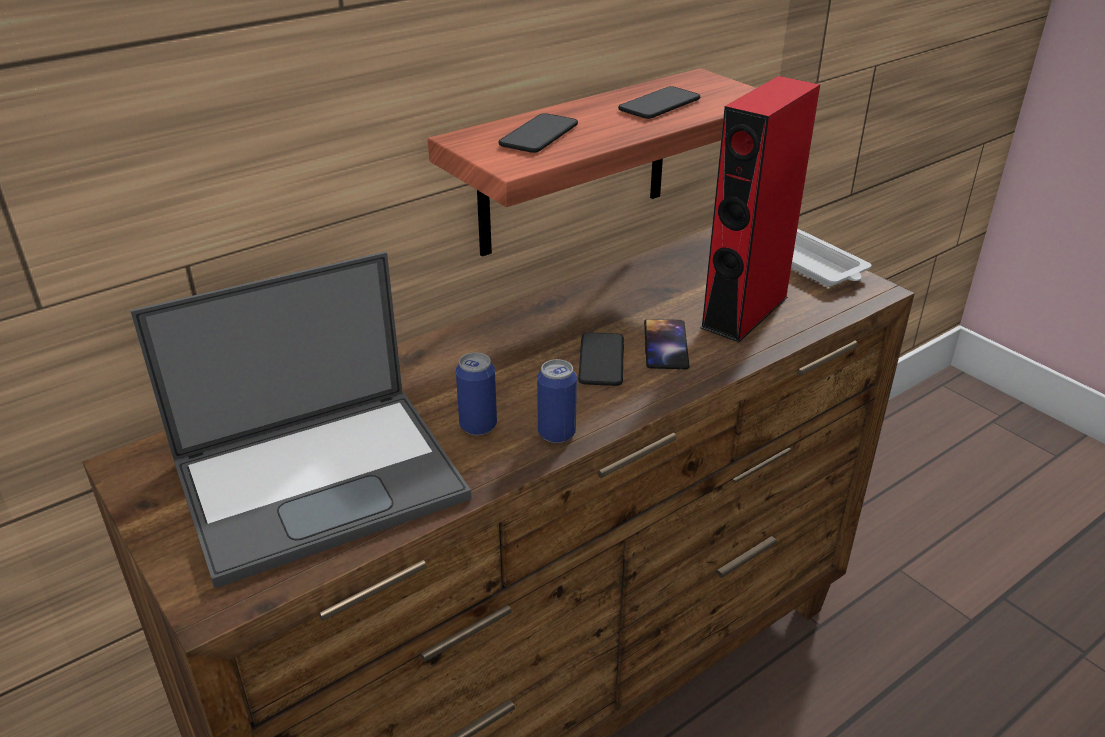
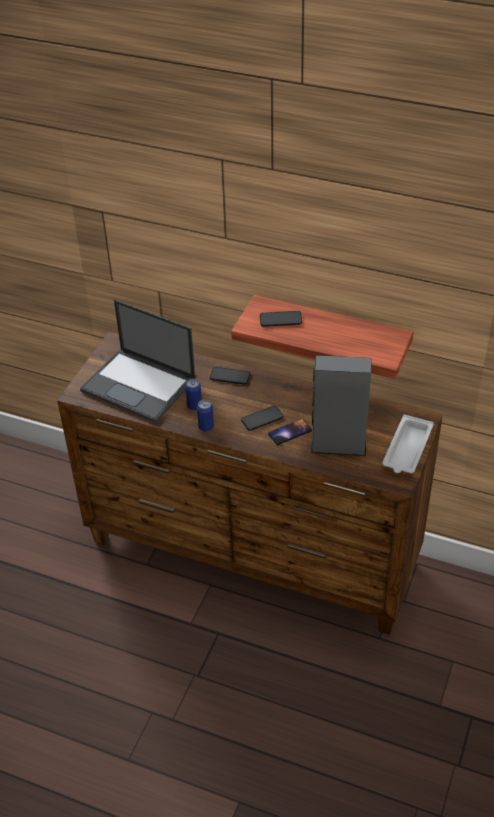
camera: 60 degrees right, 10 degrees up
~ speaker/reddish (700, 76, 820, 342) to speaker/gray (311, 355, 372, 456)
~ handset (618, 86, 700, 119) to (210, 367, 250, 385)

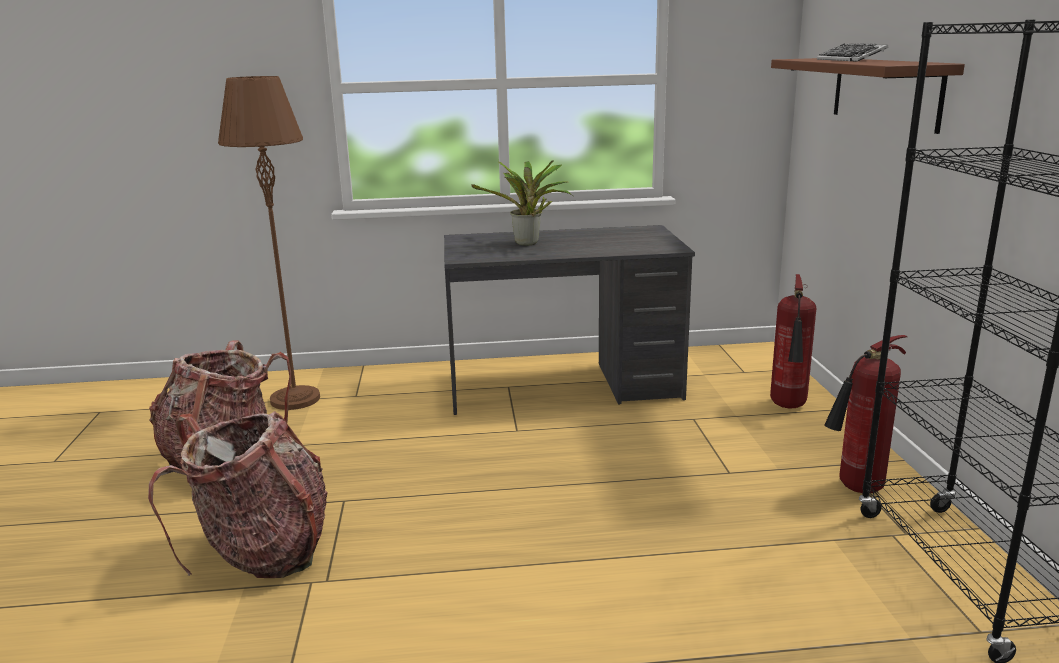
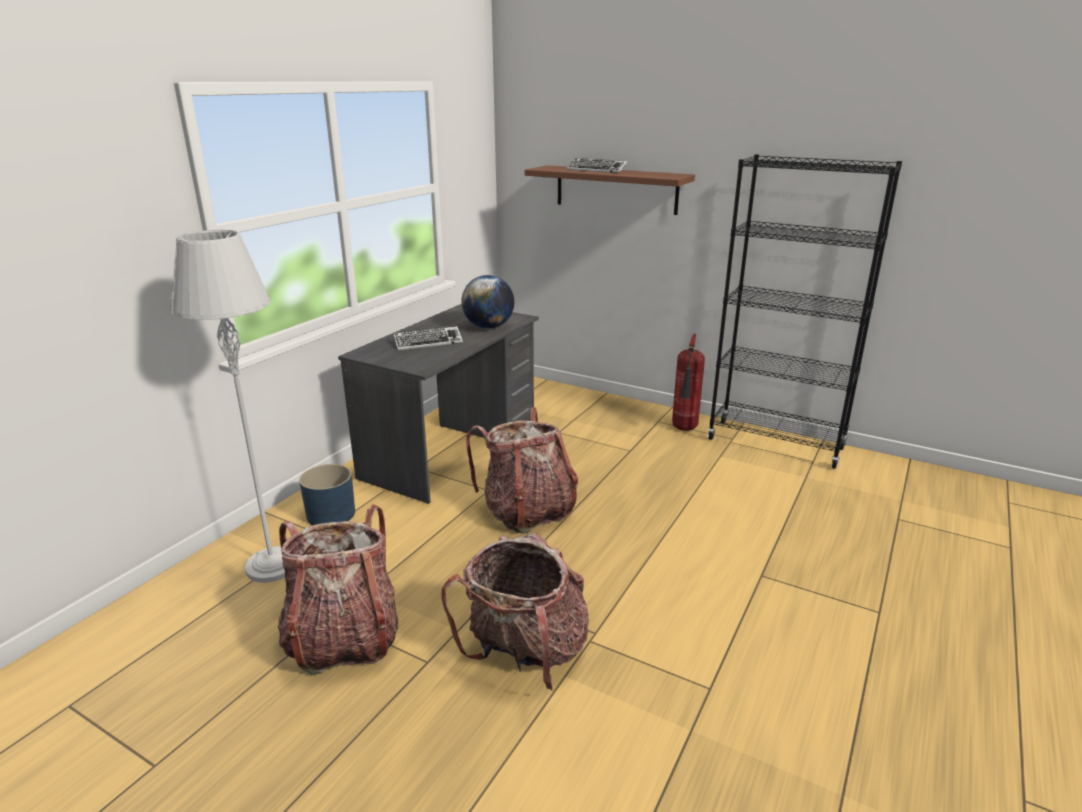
camera: 55 degrees left, 5 degrees up
~ standing lamp/brownish (218, 76, 320, 410) to standing lamp/gray (170, 230, 285, 583)
~ houseplant (471, 160, 573, 246) to PC keyboard (393, 326, 463, 350)
- extinguisher (770, 274, 816, 408)
+ globe (461, 275, 514, 329)
+ rucksack (466, 407, 578, 534)
+ plant pot/blue-coloured (299, 464, 355, 525)

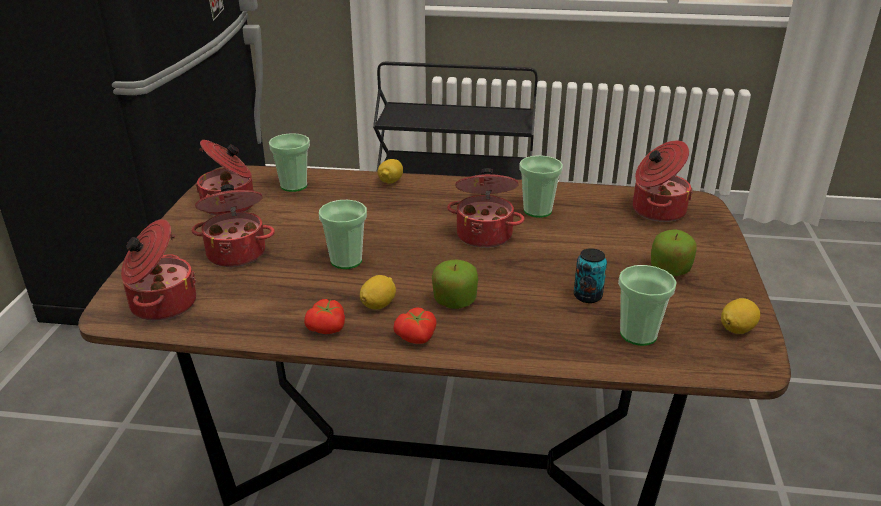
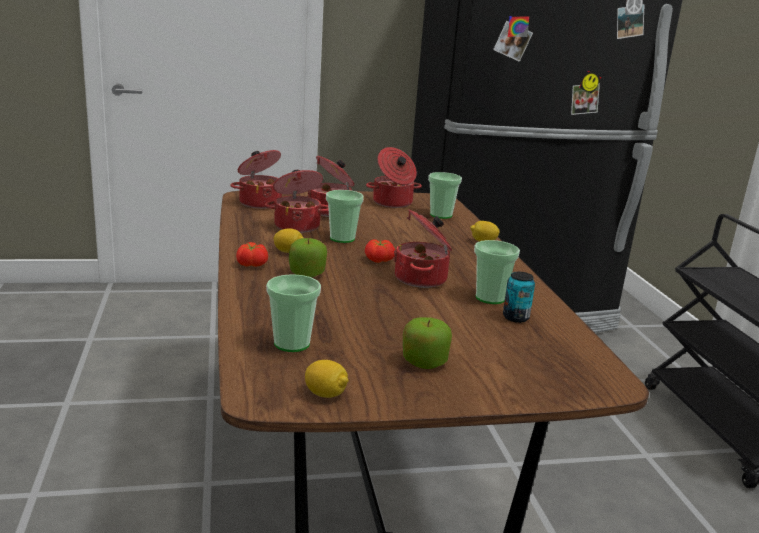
camera: 70 degrees right, 10 degrees down
~ cooking pot (633, 140, 693, 222) to (265, 170, 329, 233)
~ metal can (574, 248, 607, 303) to (503, 272, 535, 323)
~ tomato (304, 299, 345, 334) to (365, 239, 395, 263)

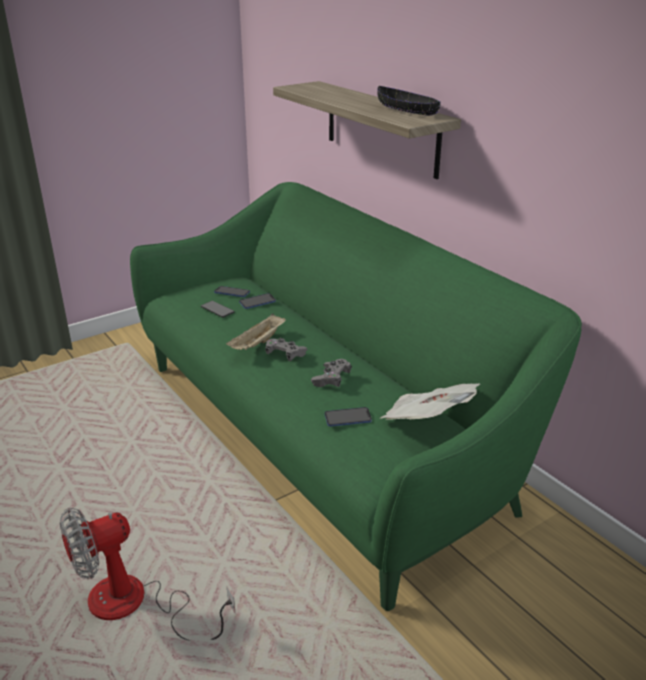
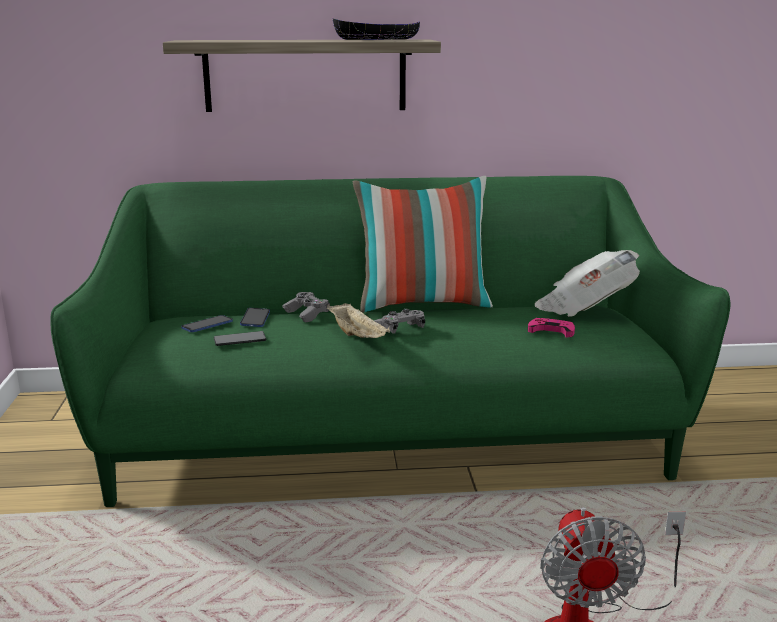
camera: 60 degrees left, 10 degrees down
~ gamepad/gray (311, 359, 352, 387) to (283, 292, 330, 323)
~ handset (325, 407, 372, 427) to gamepad/pink-coloured (528, 318, 575, 338)
+ cushion (353, 176, 493, 313)

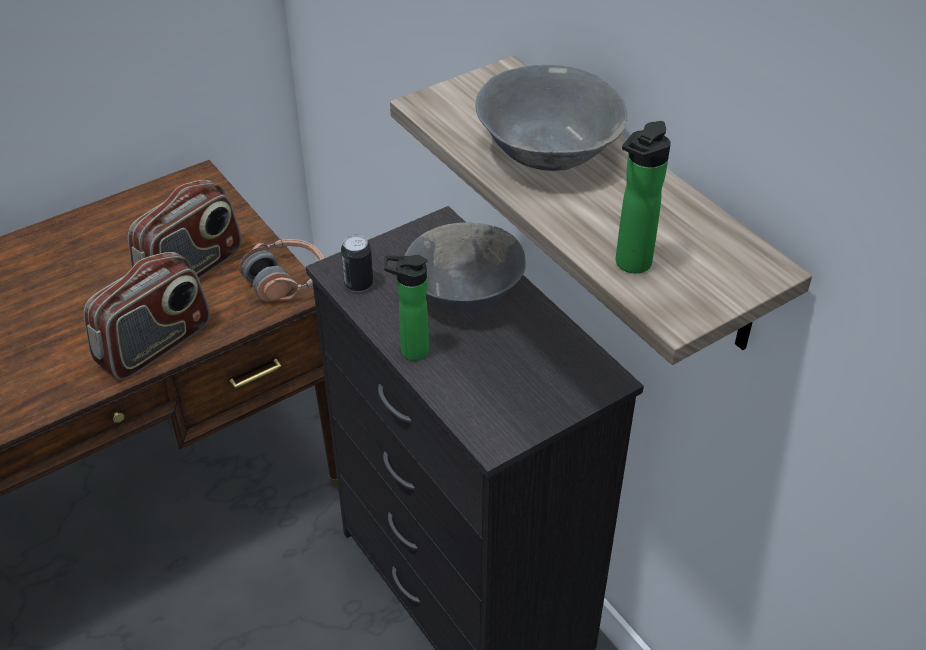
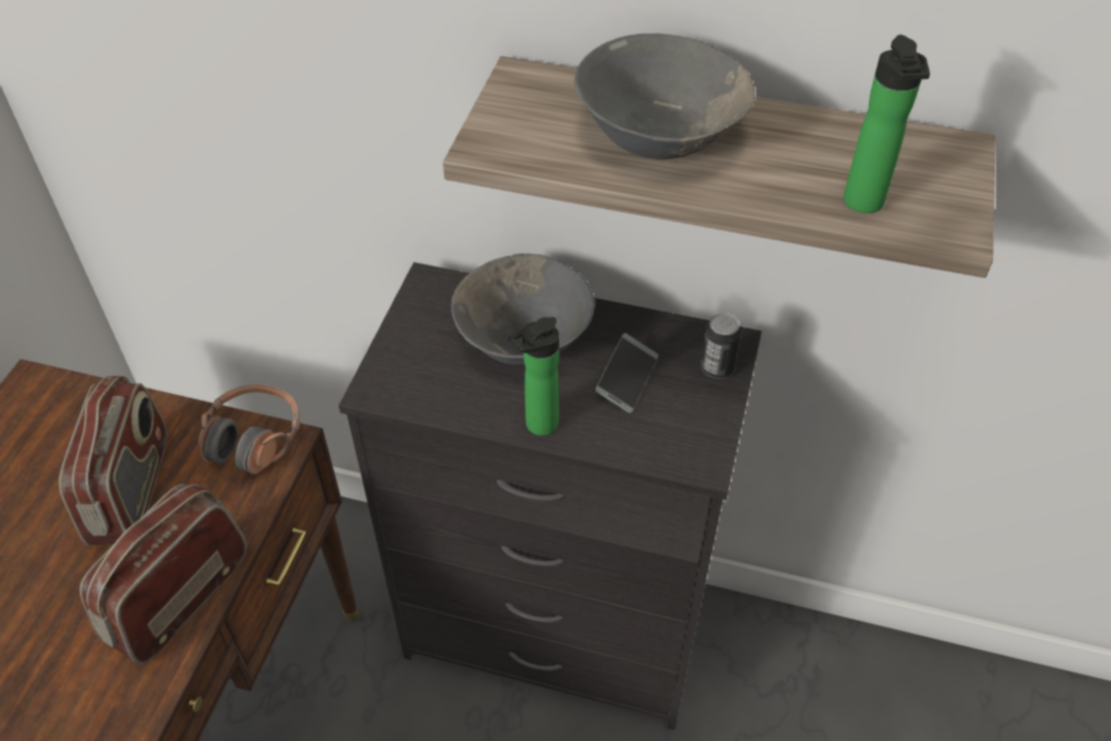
camera: 40 degrees left, 5 degrees up
~ metal can (341, 235, 373, 292) to (700, 313, 742, 379)
~ radio receiver (84, 252, 210, 380) = (80, 484, 247, 665) 150 degrees counterclockwise
+ handset (595, 333, 658, 413)

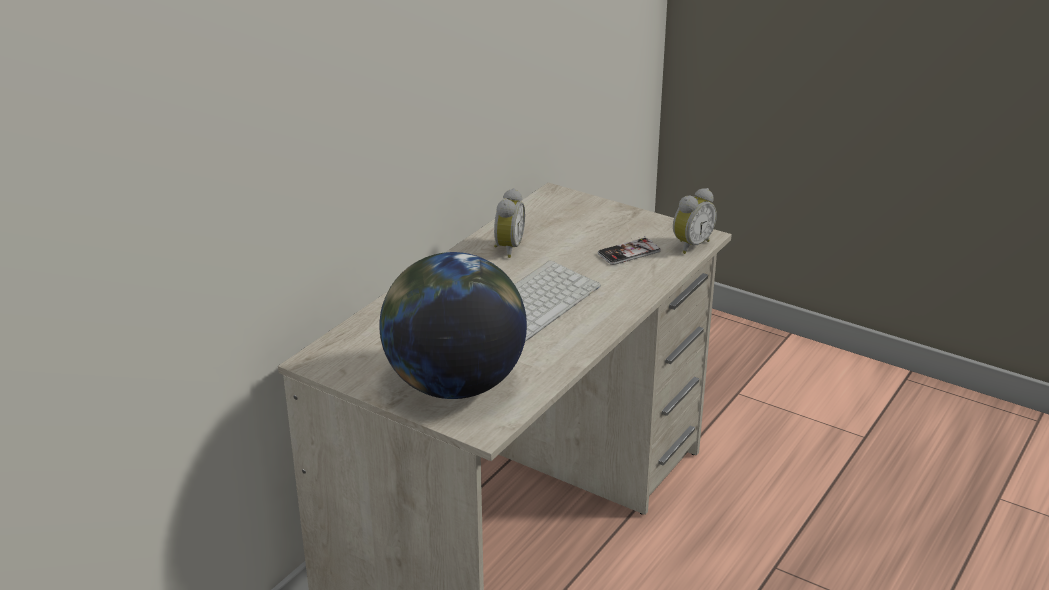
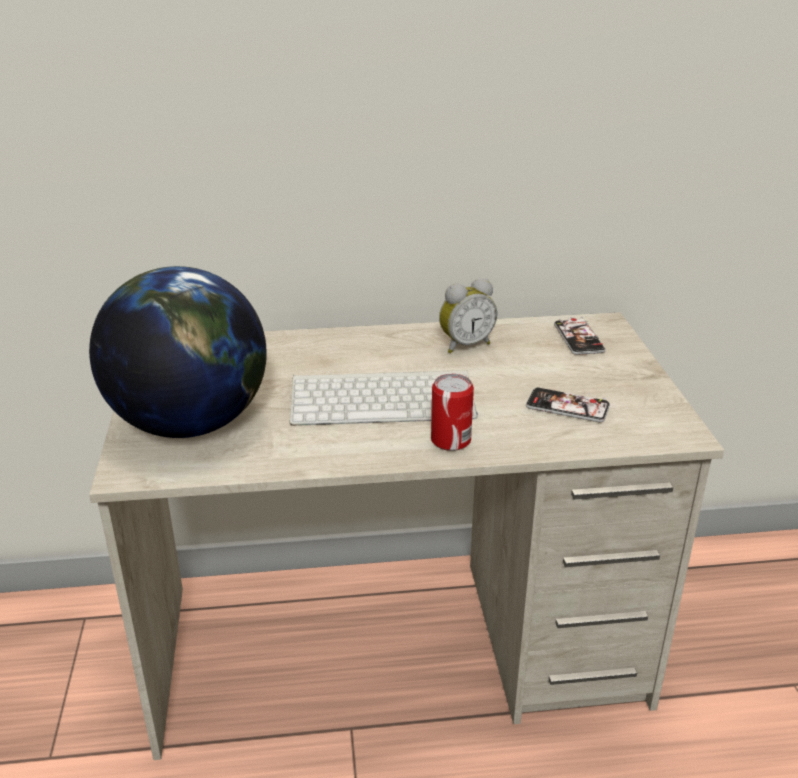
camera: 50 degrees right, 0 degrees up
- bedside clock (673, 188, 717, 254)
+ handset (554, 317, 606, 355)
+ metal can (431, 374, 474, 451)

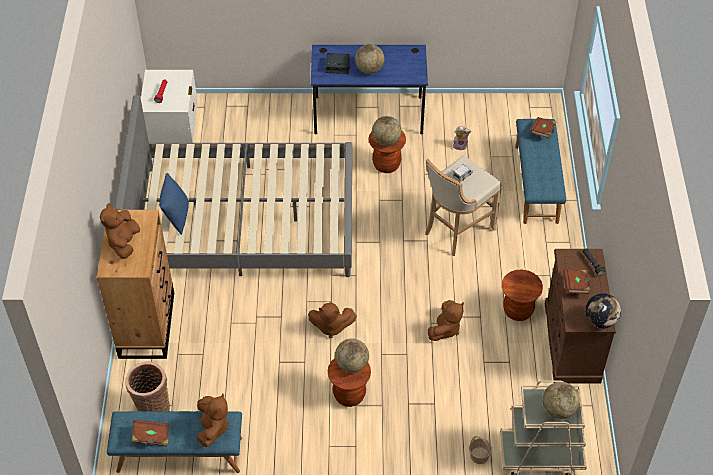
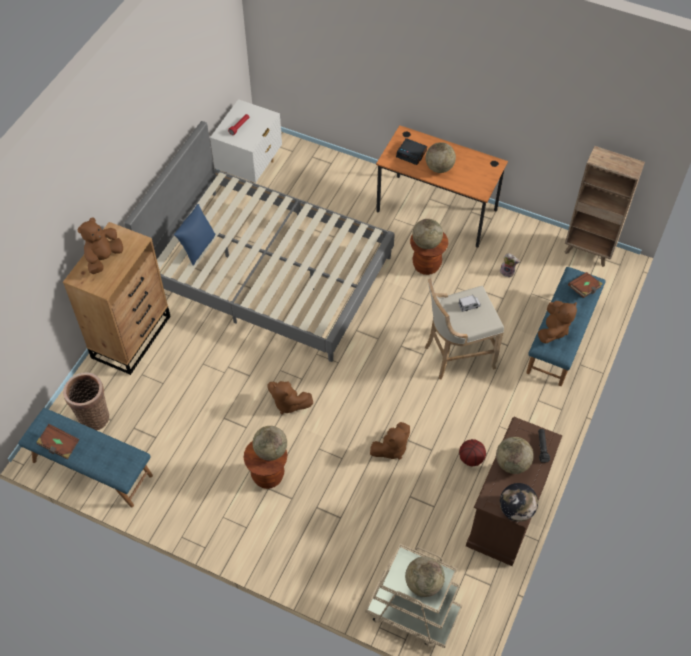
camera: 25 degrees right, 5 degrees up
~ desk unit/blue-coloured (311, 45, 428, 135) to desk unit/orangey (376, 125, 508, 248)
~ bound book/brownish (563, 269, 590, 294) to globe (496, 437, 534, 474)
~ stool/brownish (502, 270, 543, 321) to basketball ball (459, 439, 486, 466)
~ cuddly toy/brownish (197, 393, 229, 447) to (538, 301, 577, 343)
- storage basket (469, 436, 492, 464)
+ shelving unit/brownish (565, 146, 645, 267)

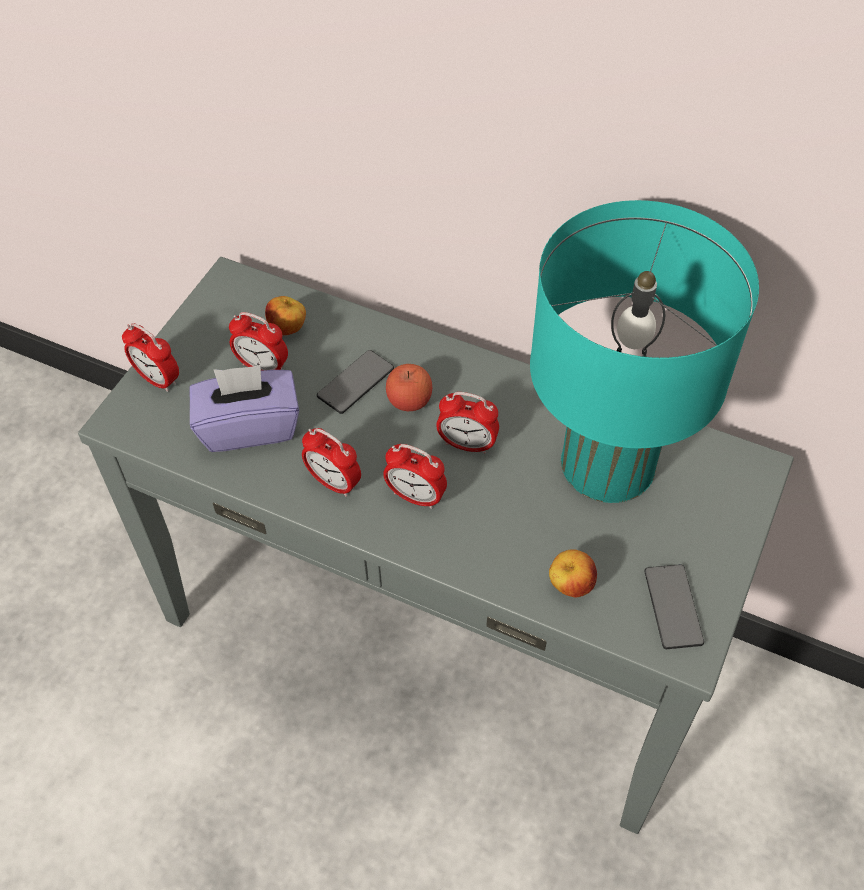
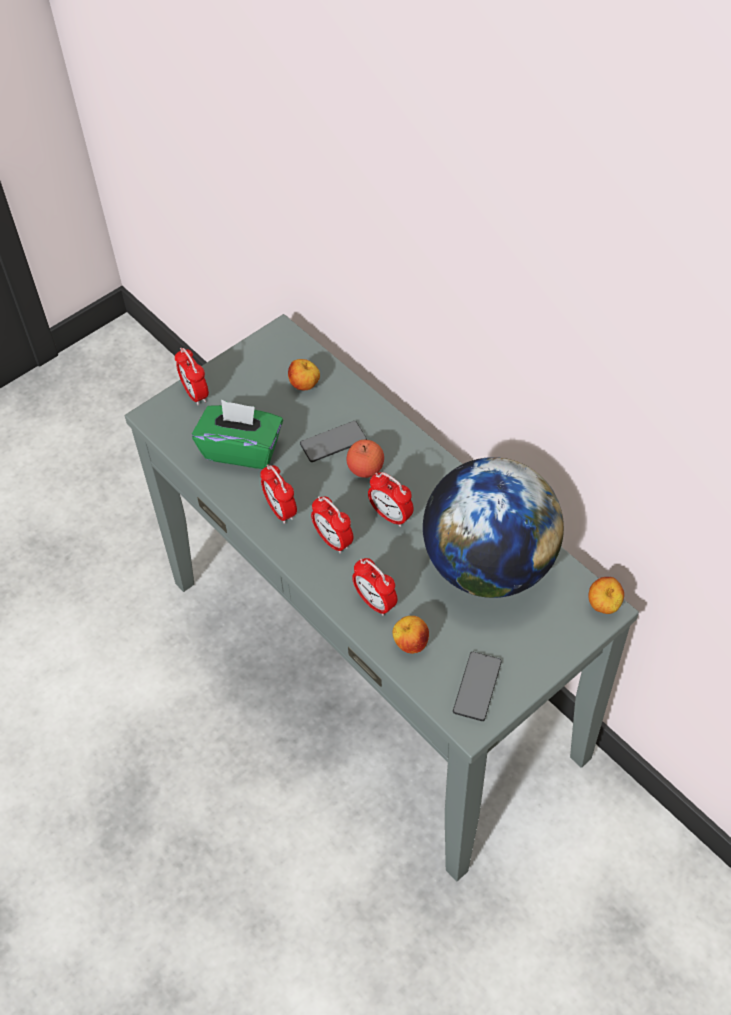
camera: 25 degrees right, 0 degrees up
~ tabletop lamp/turquoise (530, 200, 759, 503) to globe (423, 457, 564, 598)
~ bedside clock (229, 312, 288, 371) to (352, 558, 397, 616)
~ tissue holder/purplish (189, 365, 299, 452) to tissue holder/green-coloured (192, 400, 283, 469)
+ whole apple (588, 577, 624, 614)

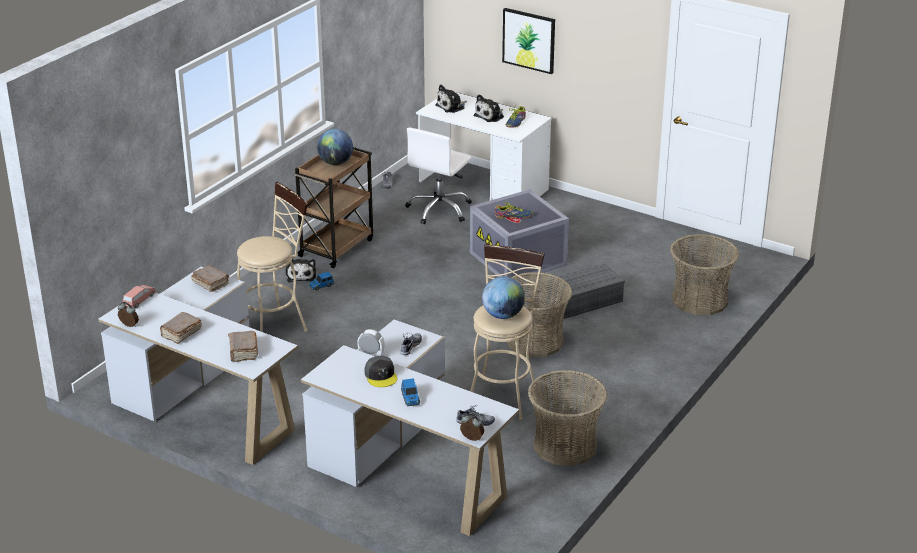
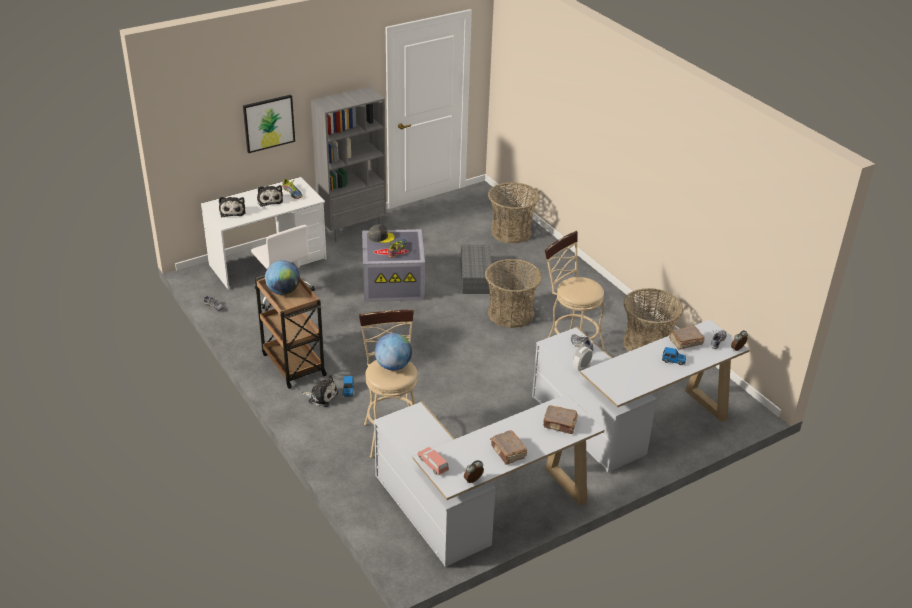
camera: 65 degrees left, 5 degrees up
~ bound book/brownish (191, 265, 229, 292) to (669, 326, 705, 350)
~ globe (482, 277, 525, 319) to (375, 333, 412, 370)
~ baseball cap/gray (365, 356, 397, 387) to (368, 224, 395, 243)
+ shelving unit/gray (311, 86, 386, 242)

